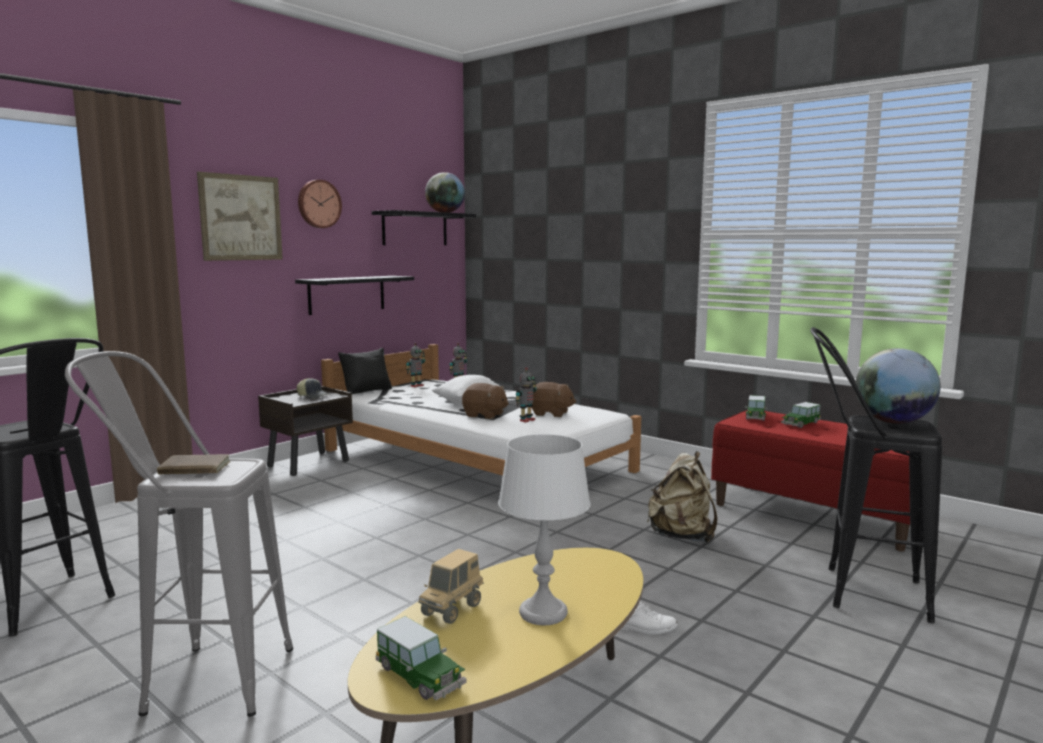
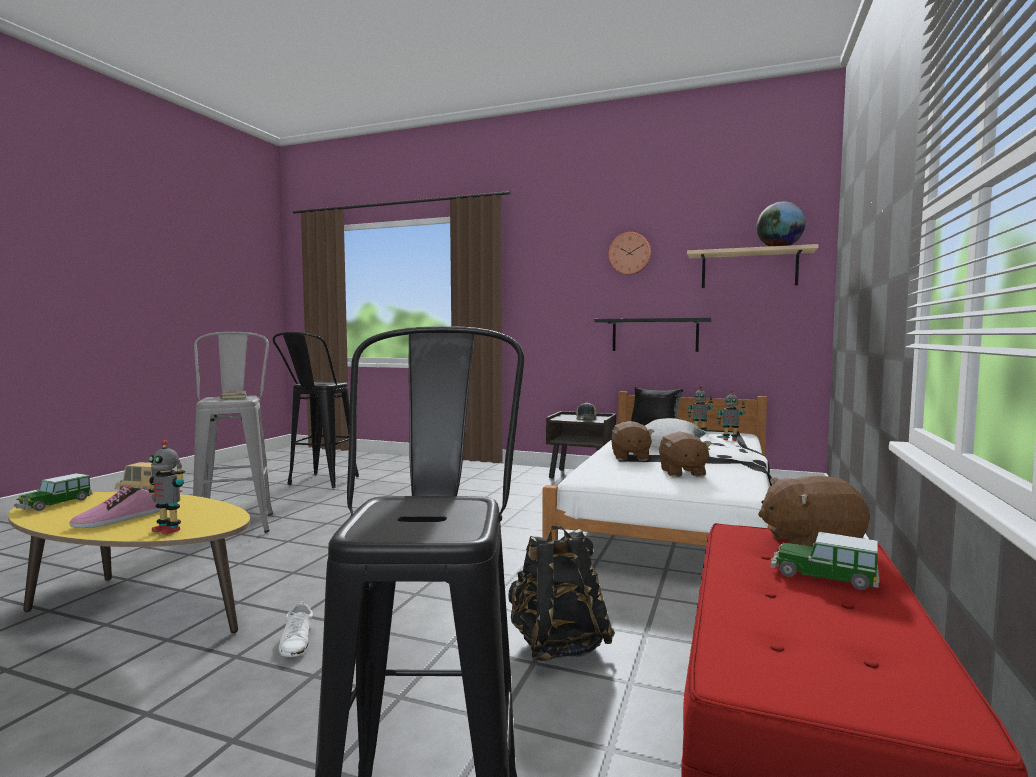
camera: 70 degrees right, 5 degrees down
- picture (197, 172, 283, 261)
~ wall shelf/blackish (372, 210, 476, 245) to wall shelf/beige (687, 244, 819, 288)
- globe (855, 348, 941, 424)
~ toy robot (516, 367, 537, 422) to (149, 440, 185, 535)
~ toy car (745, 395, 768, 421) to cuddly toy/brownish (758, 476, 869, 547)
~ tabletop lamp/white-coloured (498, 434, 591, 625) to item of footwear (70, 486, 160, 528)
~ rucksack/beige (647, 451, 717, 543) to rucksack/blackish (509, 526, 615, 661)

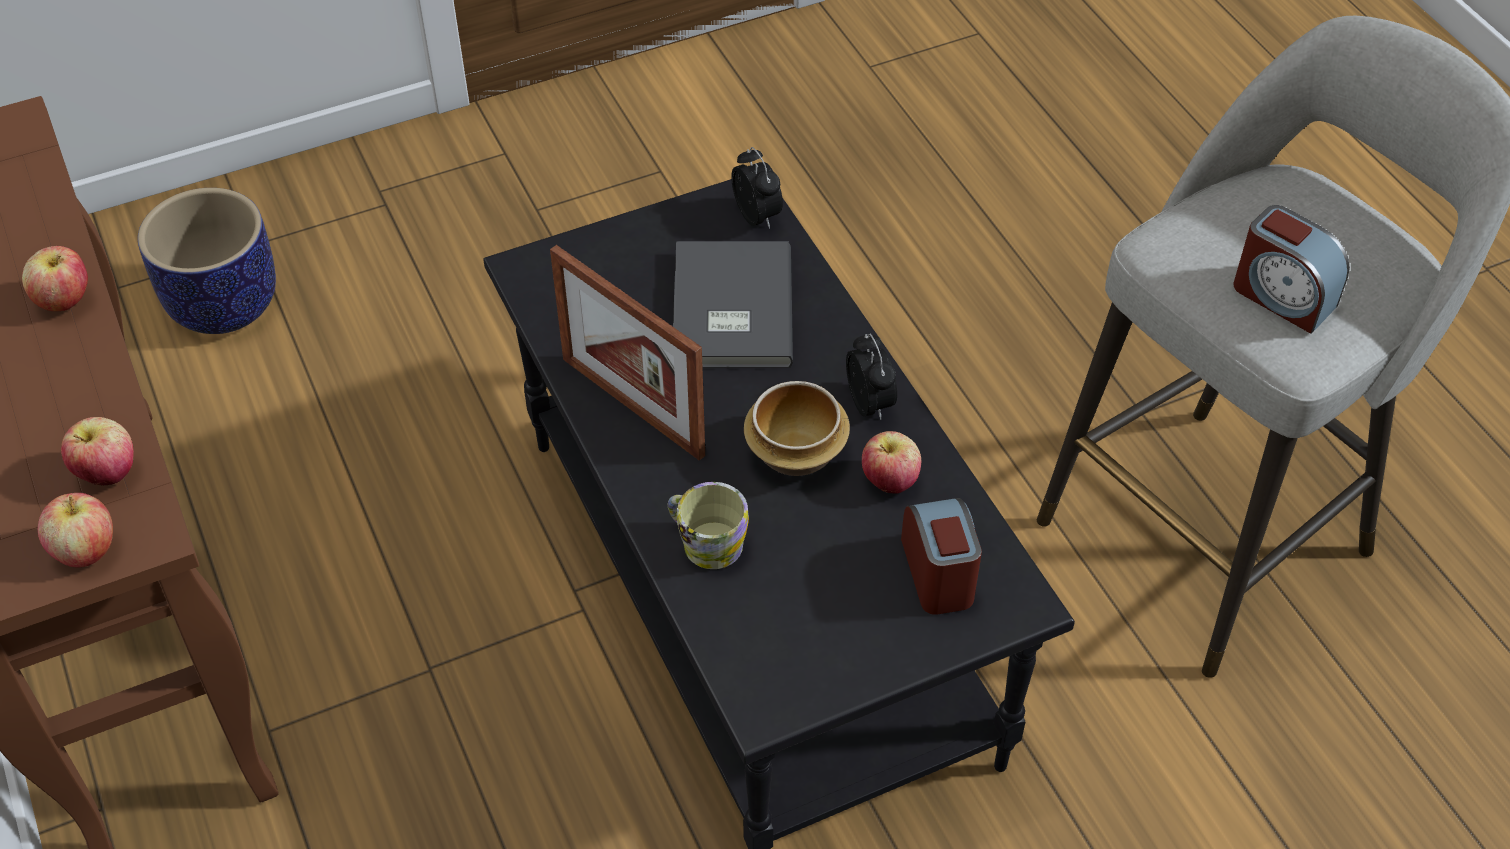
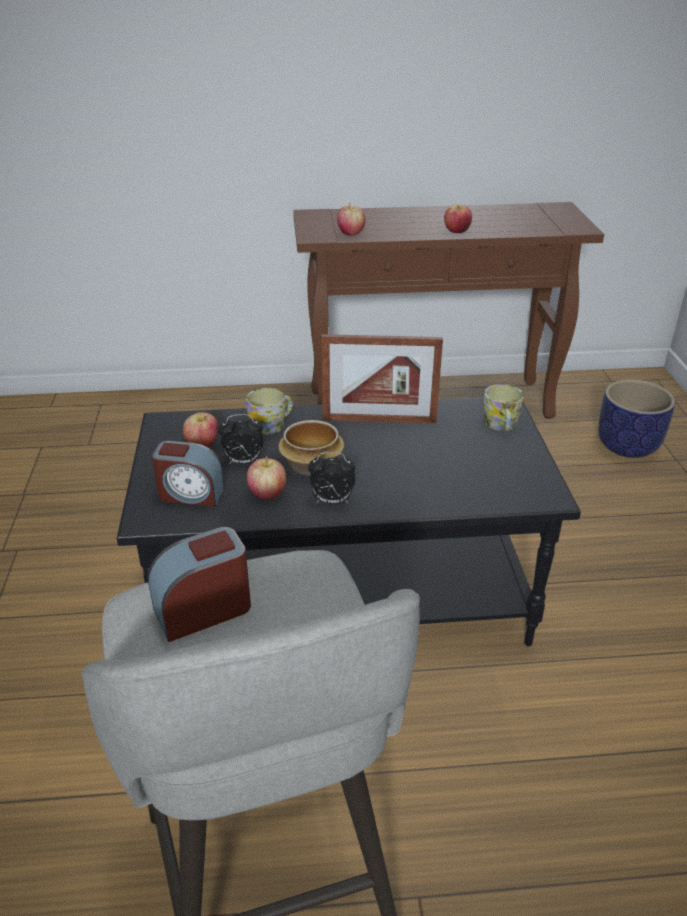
camera: 110 degrees right, 15 degrees down
~ bedside clock (731, 147, 783, 229) to (218, 414, 263, 465)
- bound book/gray (673, 242, 793, 368)
~ picture frame (550, 245, 705, 461) = (321, 334, 443, 423) 150 degrees counterclockwise
~ whole apple (38, 493, 113, 567) to (183, 412, 218, 447)
+ mug (483, 384, 524, 431)

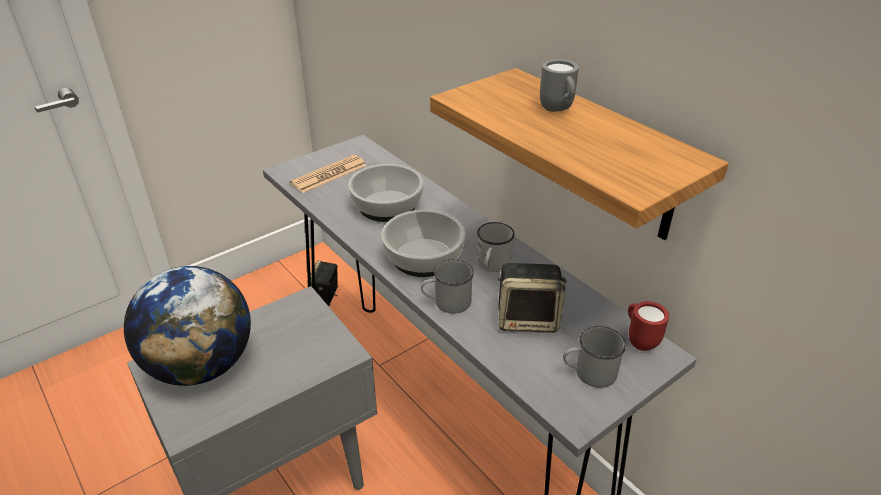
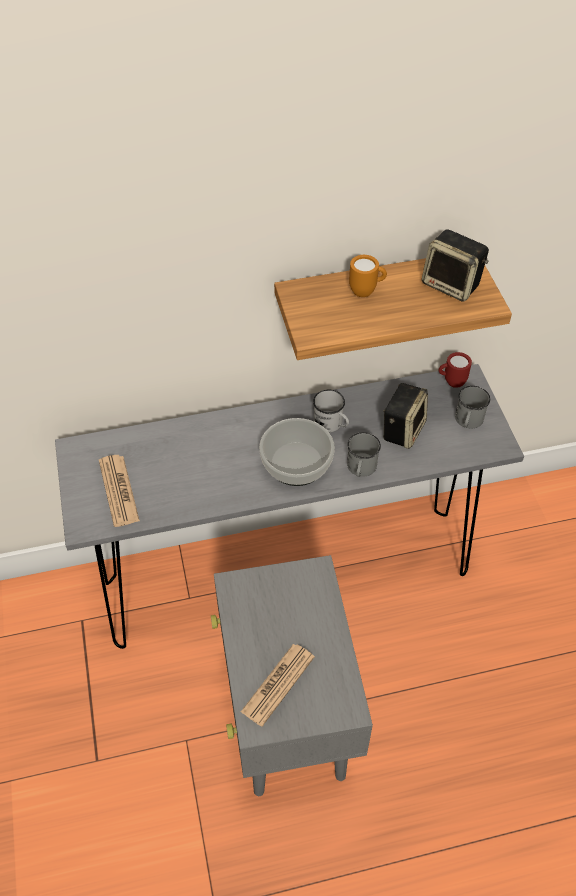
camera: 65 degrees left, 15 degrees up
~ mug/gray (540, 59, 579, 112) to mug/orangey (349, 255, 387, 297)
- serving bowl (348, 164, 424, 222)
~ speaker (307, 260, 338, 306) to (422, 229, 489, 302)
~ globe (124, 266, 251, 386) to daily paper (241, 644, 315, 727)

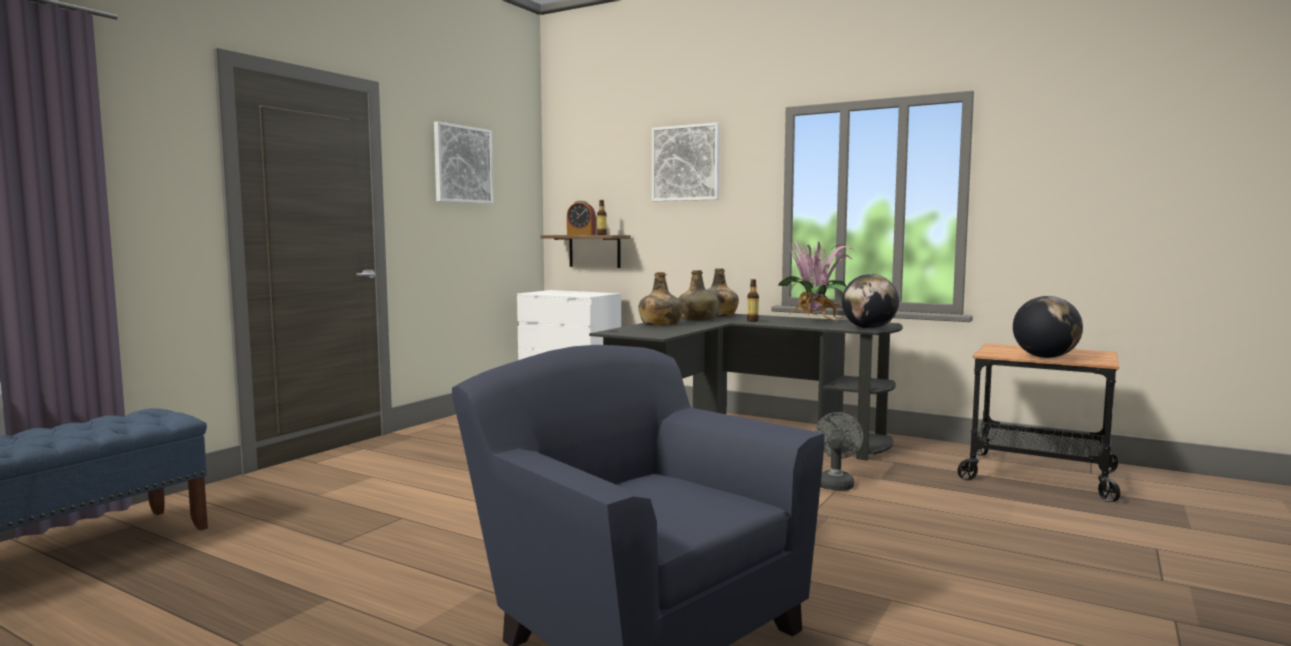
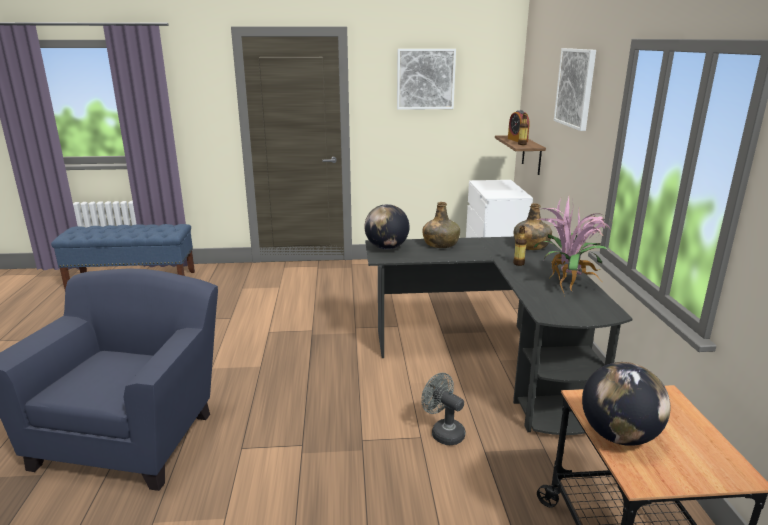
camera: 55 degrees right, 15 degrees up
- drink bottle/green-coloured (679, 270, 719, 321)
~ globe (842, 274, 899, 329) to (364, 204, 409, 249)
~ electric fan/gray (815, 412, 863, 491) = (421, 373, 465, 445) 120 degrees counterclockwise

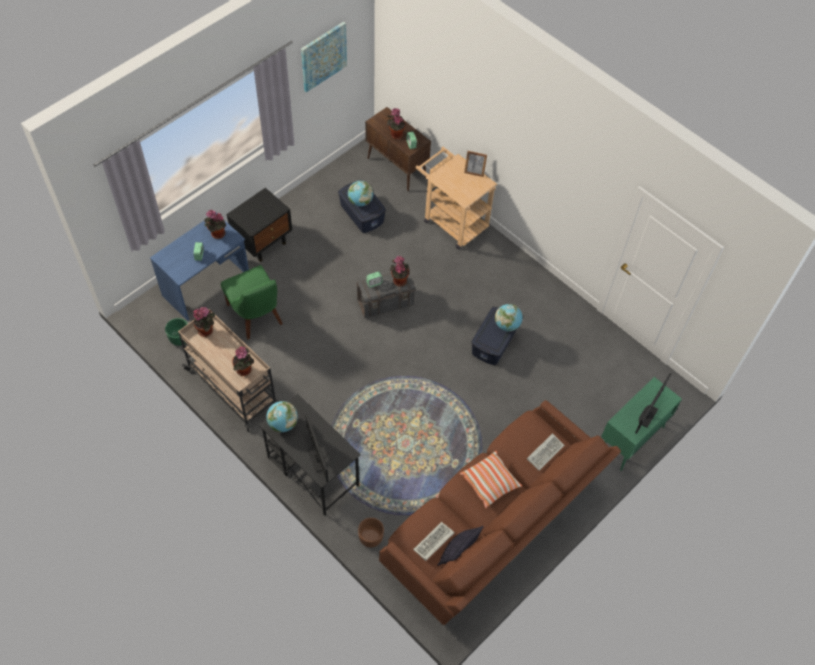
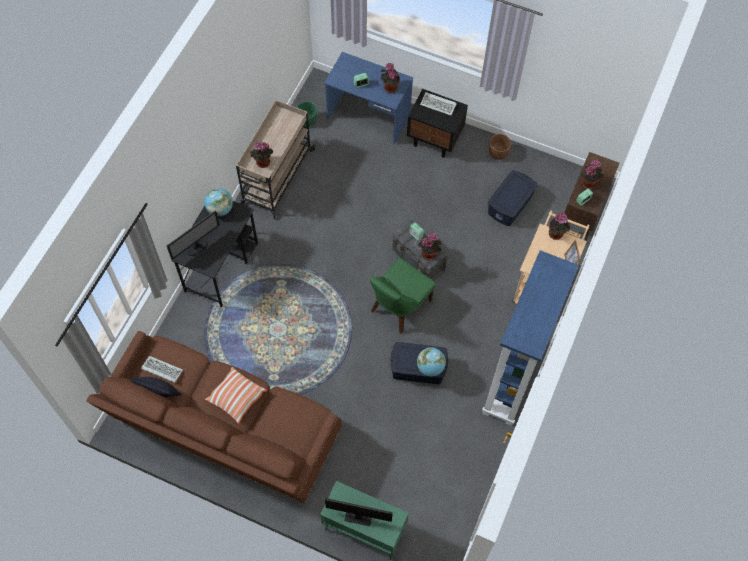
camera: 70 degrees right, 5 degrees up
- picture (301, 21, 347, 93)
- globe (348, 181, 373, 206)
~ upright chair/green-coloured (221, 265, 283, 339) to (370, 258, 435, 334)
~ houseplant (193, 307, 215, 337) to (549, 212, 570, 240)
~ PC keyboard (527, 433, 565, 471) to (420, 92, 457, 116)
~ plant pot/brownish (358, 518, 384, 548) to (489, 134, 511, 160)
+ shelving unit/blue-coloured (482, 250, 579, 426)

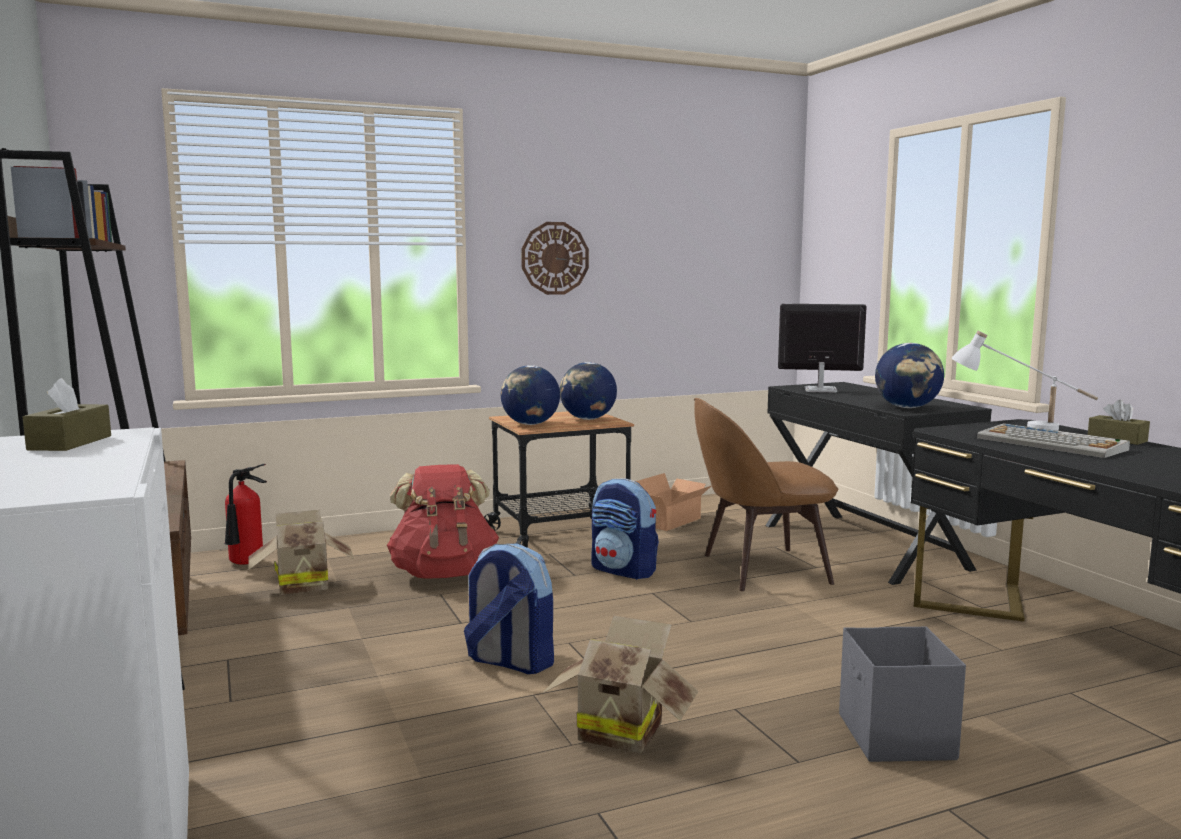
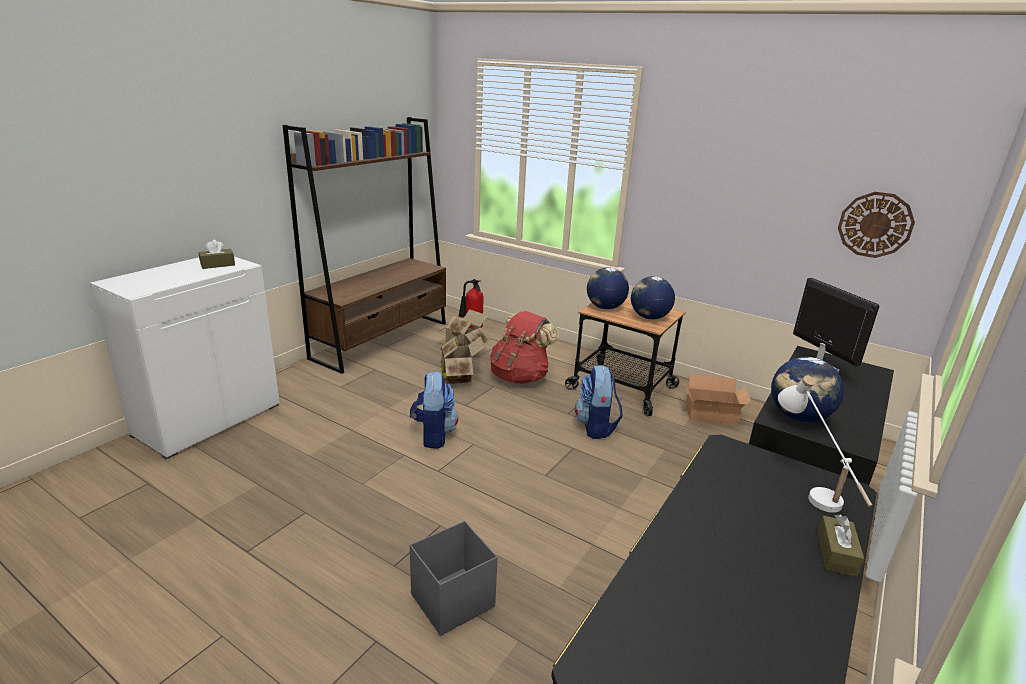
camera: 55 degrees right, 15 degrees up
~ clock on the wall (521, 222, 589, 295) to (838, 192, 915, 258)
- upright chair/brownish (694, 398, 838, 591)
- PC keyboard (977, 423, 1130, 458)
~ carton (541, 616, 699, 753) to (441, 336, 485, 384)

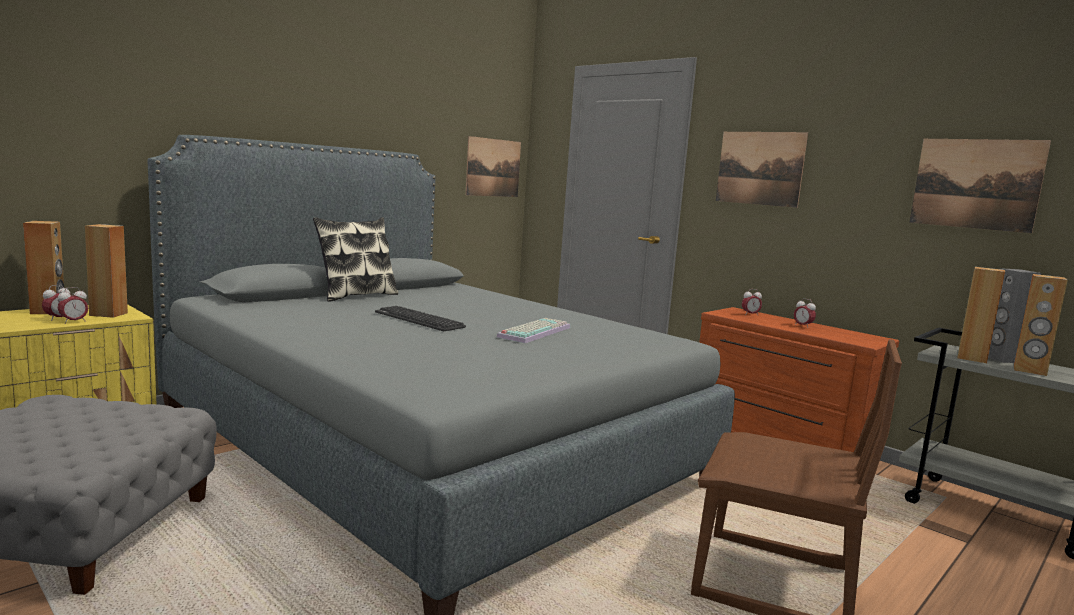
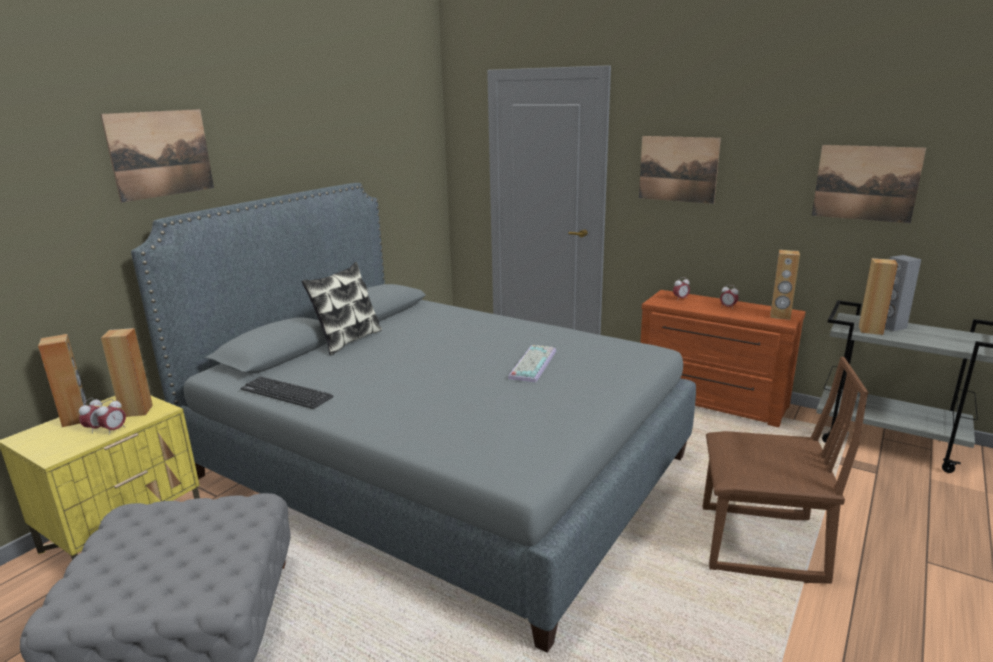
camera: 10 degrees left, 10 degrees up
~ picture (466, 136, 521, 197) to (101, 109, 214, 203)
~ speaker/brownish (1014, 274, 1068, 376) to (771, 250, 800, 320)
~ PC keyboard (375, 306, 466, 331) to (241, 376, 333, 409)

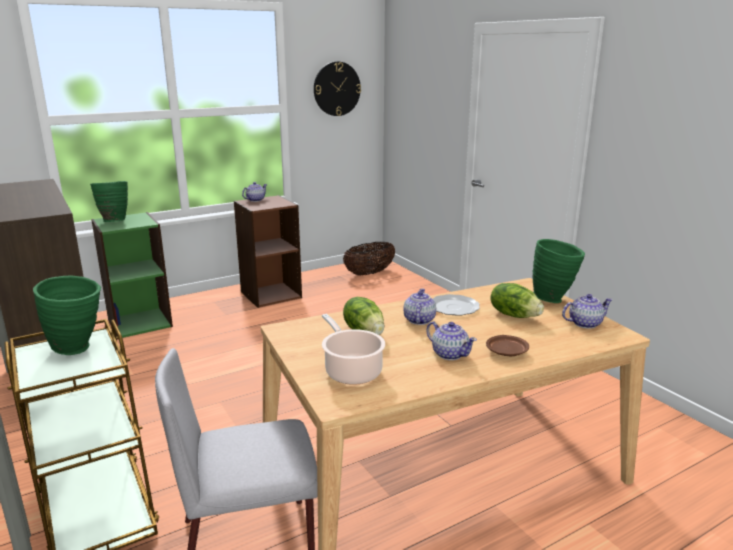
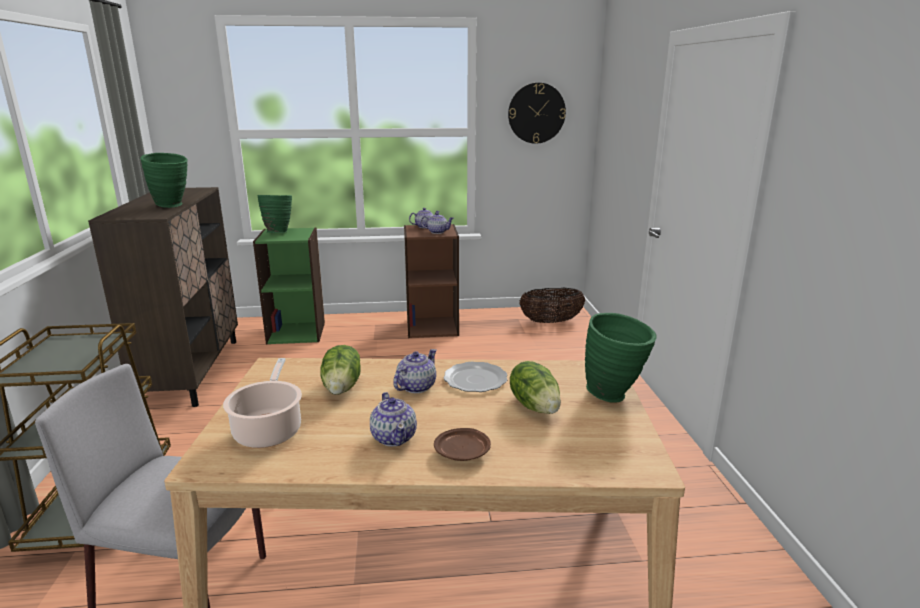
camera: 25 degrees right, 0 degrees up
~ flower vase/green-coloured (33, 276, 101, 355) to (140, 153, 188, 208)
~ pot for tea (562, 294, 613, 329) to (421, 212, 454, 234)

